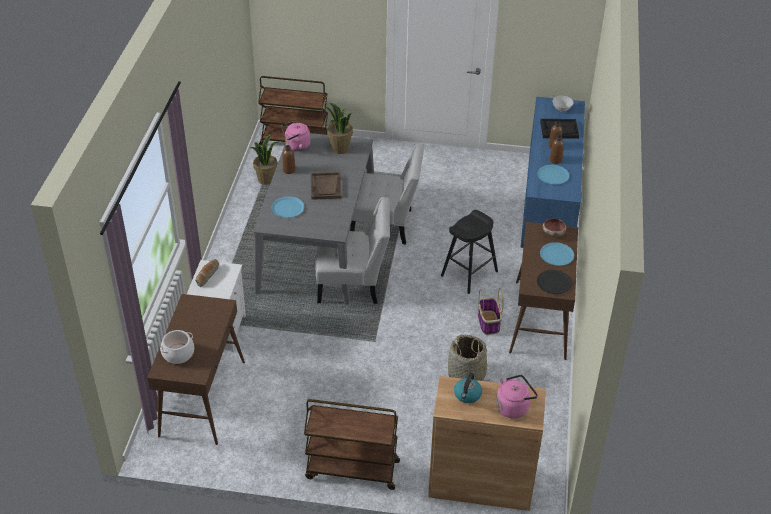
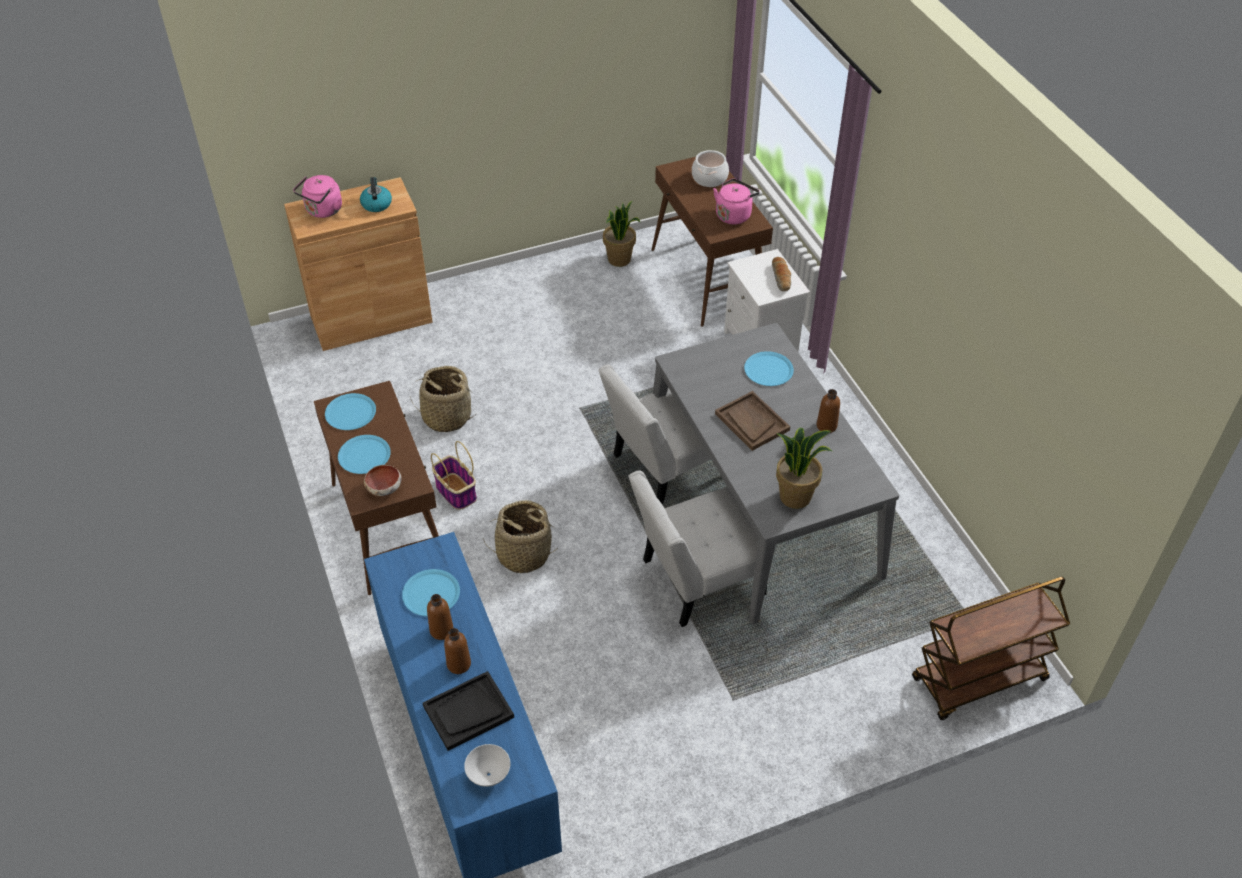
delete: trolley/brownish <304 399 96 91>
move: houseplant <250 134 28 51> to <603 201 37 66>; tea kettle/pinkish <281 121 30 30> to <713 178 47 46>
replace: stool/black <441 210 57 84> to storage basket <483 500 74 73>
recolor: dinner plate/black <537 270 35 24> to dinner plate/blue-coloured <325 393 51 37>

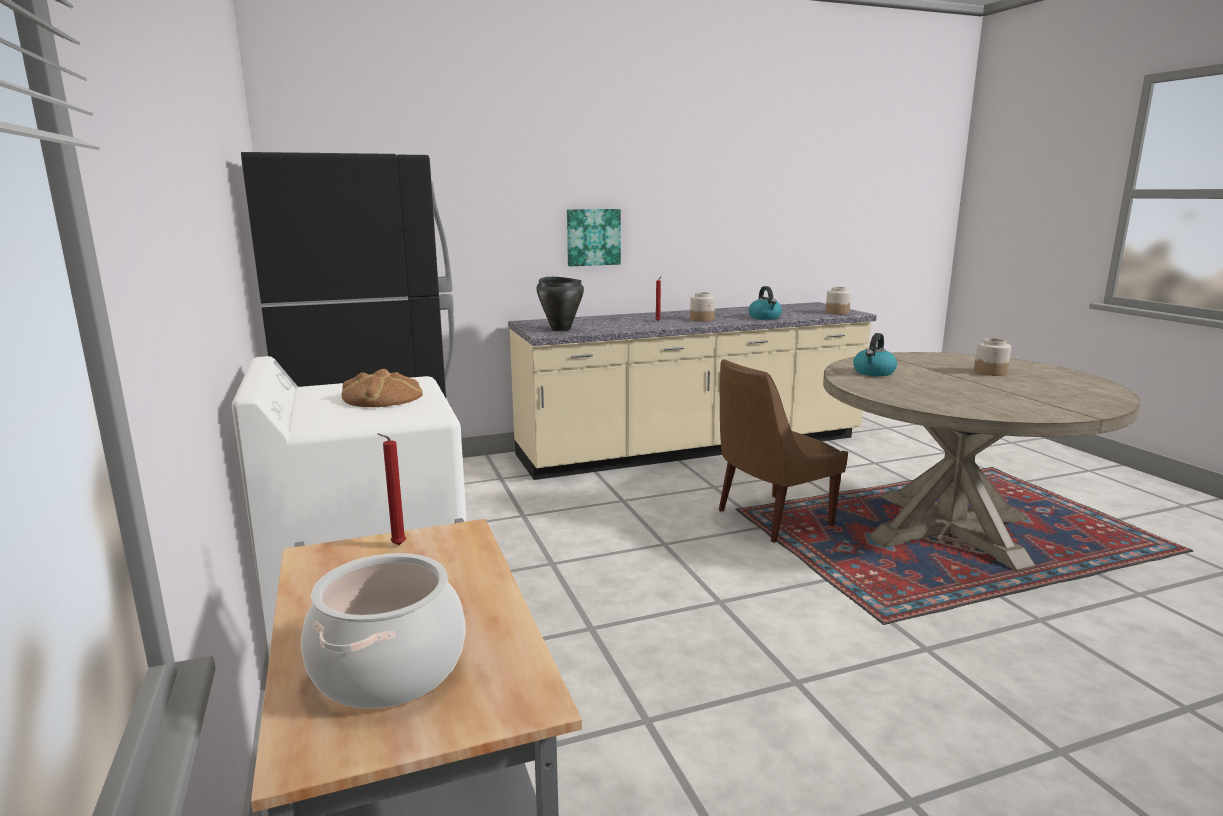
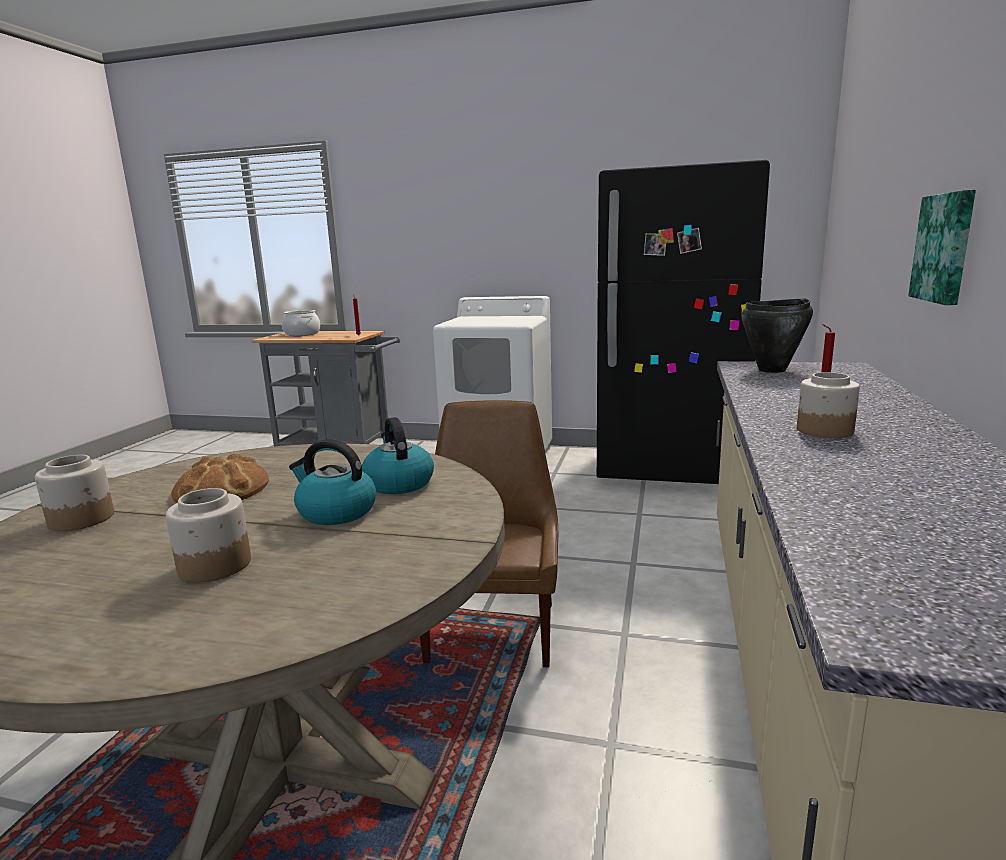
move: bakery bread <341 369 82 38> to <171 453 98 50>; tea kettle <749 286 33 34> to <289 439 87 86>; storage jar <826 287 25 28> to <35 455 79 76>

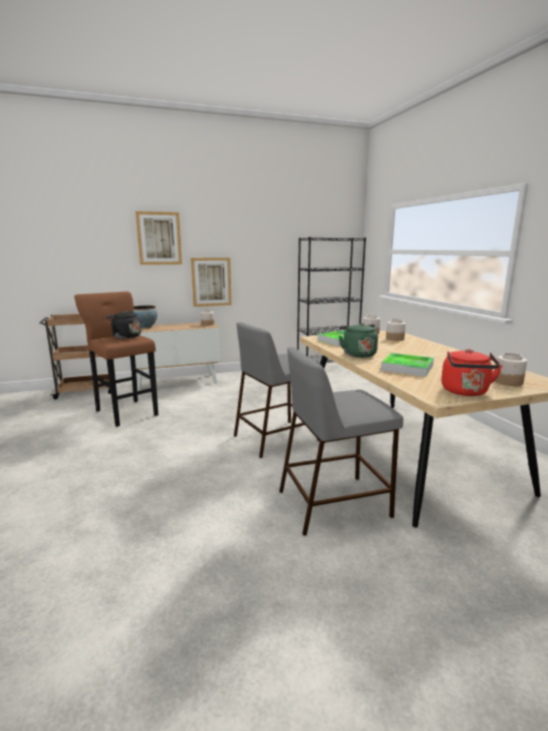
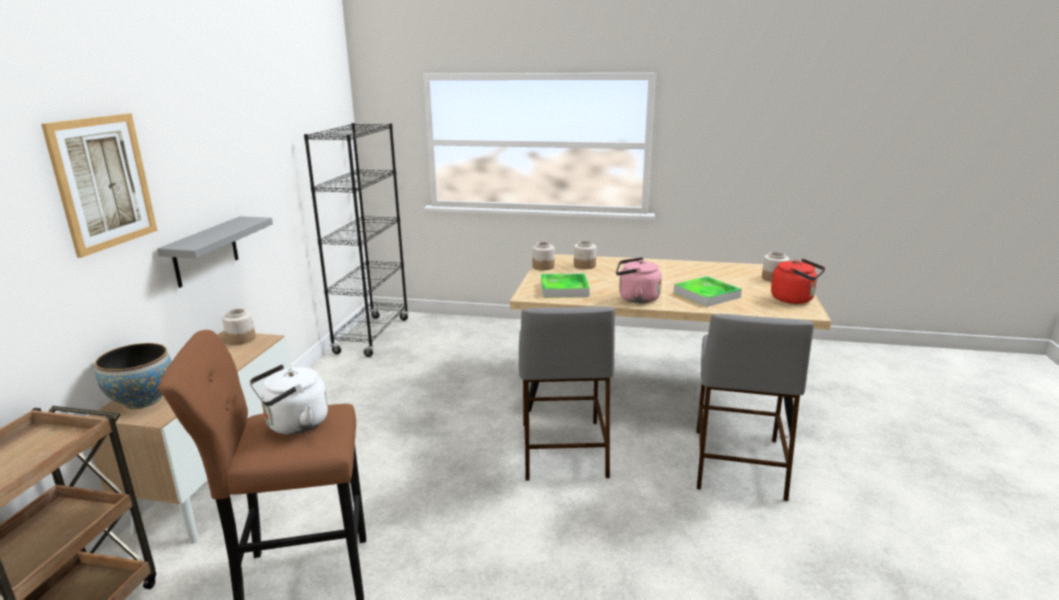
replace: picture <191 258 41 49> to shelf/gray <157 216 116 72>
recolor: tea kettle/black <105 311 36 28> to tea kettle/white-coloured <249 365 79 69>; tea kettle/green <339 323 39 35> to tea kettle/pinkish <616 257 46 46>

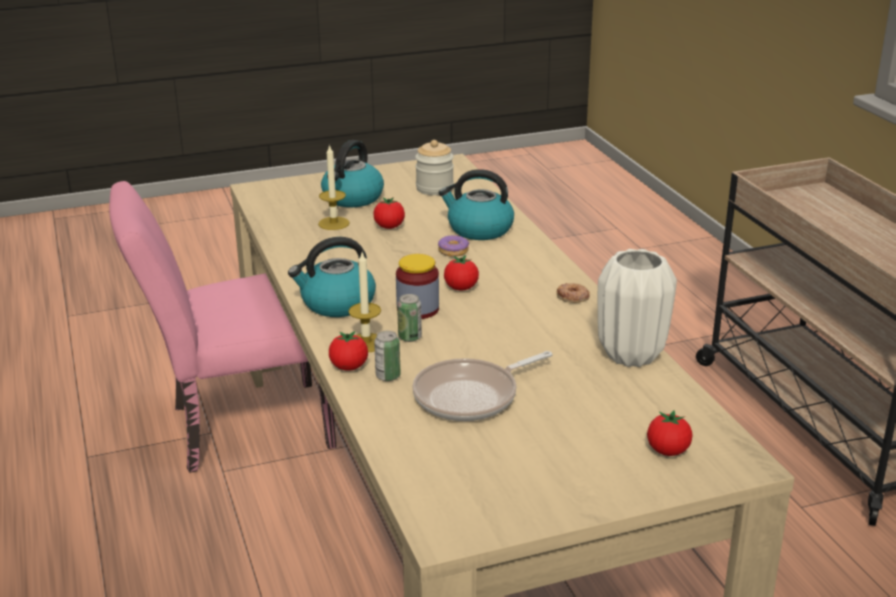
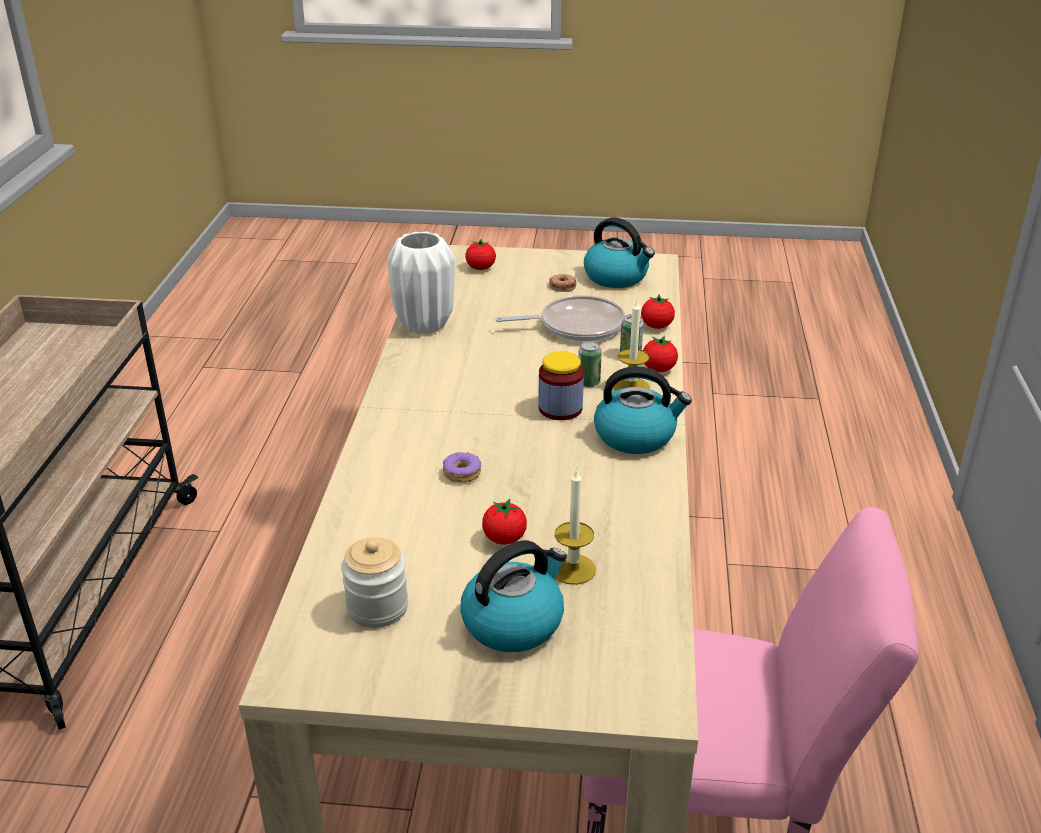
move: tea kettle <438 169 76 71> to <584 218 71 70>; whole tomato <444 255 35 36> to <641 295 34 34>; doughnut <556 283 34 20> to <549 274 28 18>

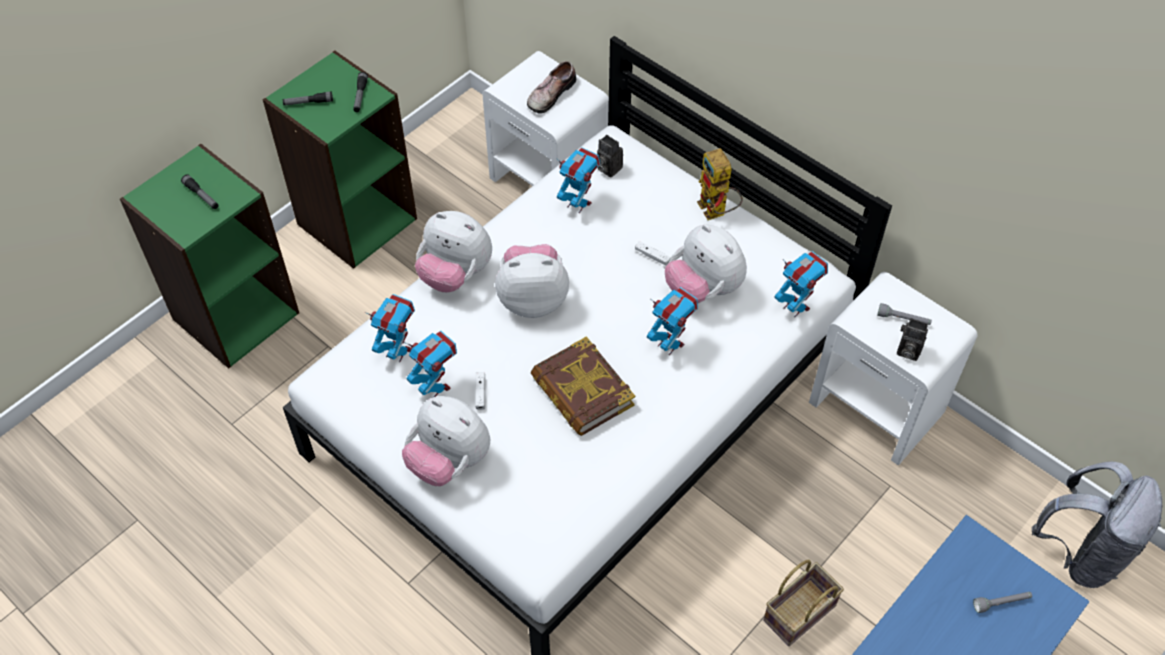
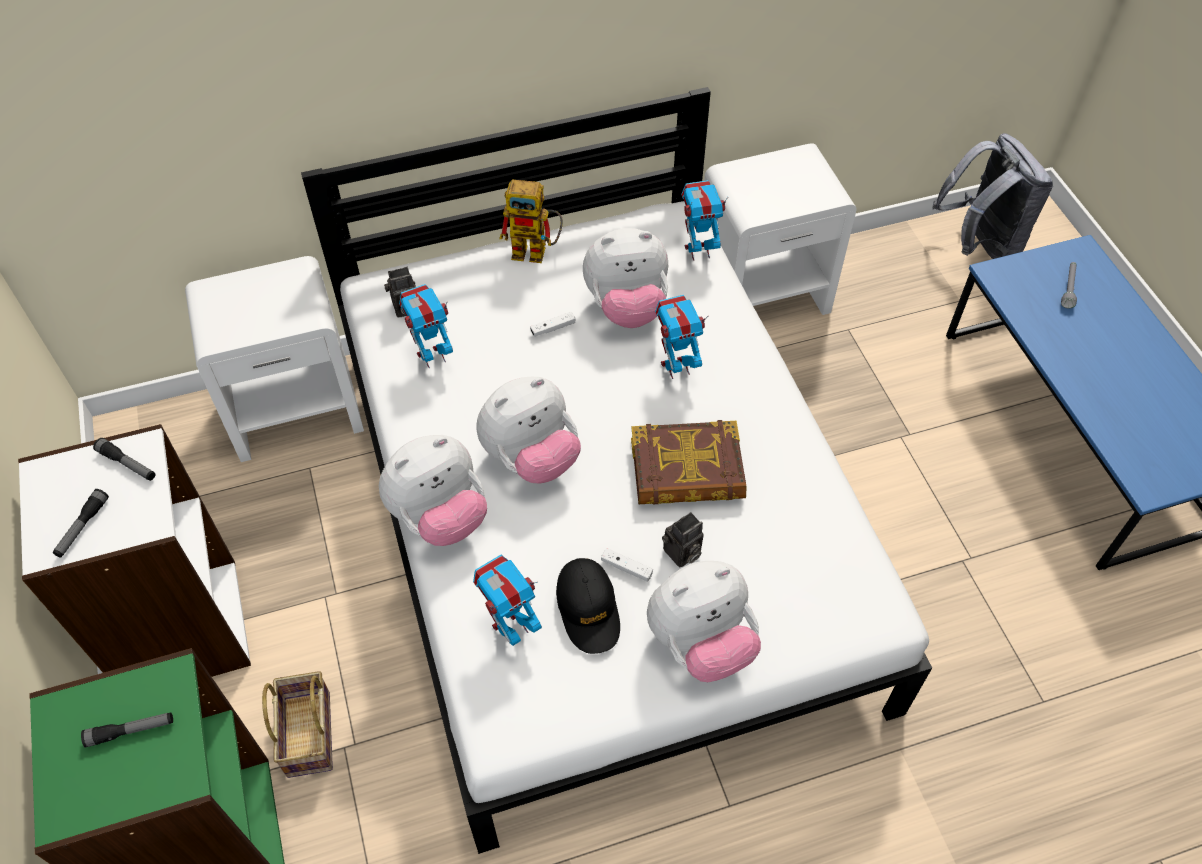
delete: shoe <527 61 49 53>; hand torch/gray <877 303 55 22>
move: storage basket <763 560 81 86> to <262 671 71 107>; photo camera <897 318 31 43> to <662 512 42 55>
replace: toy robot <404 331 53 66> to peaked cap/black <556 558 64 96>
recolor: bookshelf/green <263 51 154 218> to bookshelf/white-coloured <18 424 233 253>
rotate: plush toy <495 244 74 74> = <476 377 105 106> 150 degrees counterclockwise

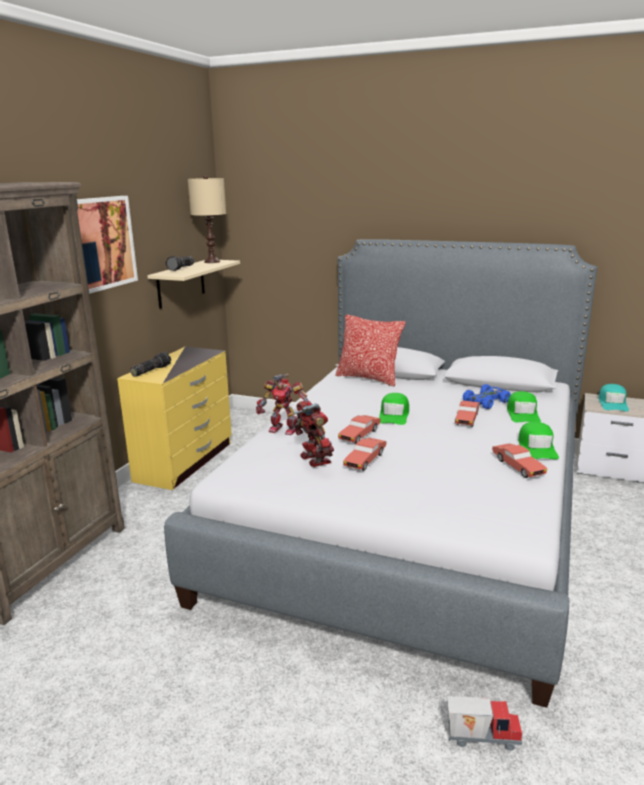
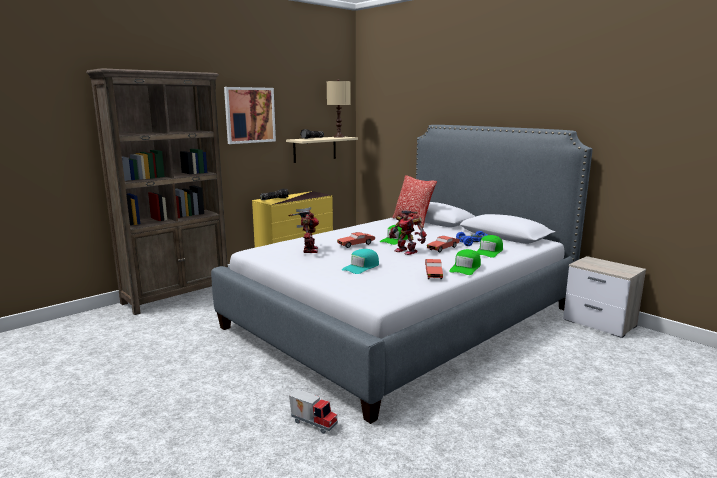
delete: toy car/red <343 438 44 33>
move: toy robot <256 374 56 61> to <389 210 38 45>; peaked cap/turquoise-coloured <598 384 31 27> to <342 249 37 25>

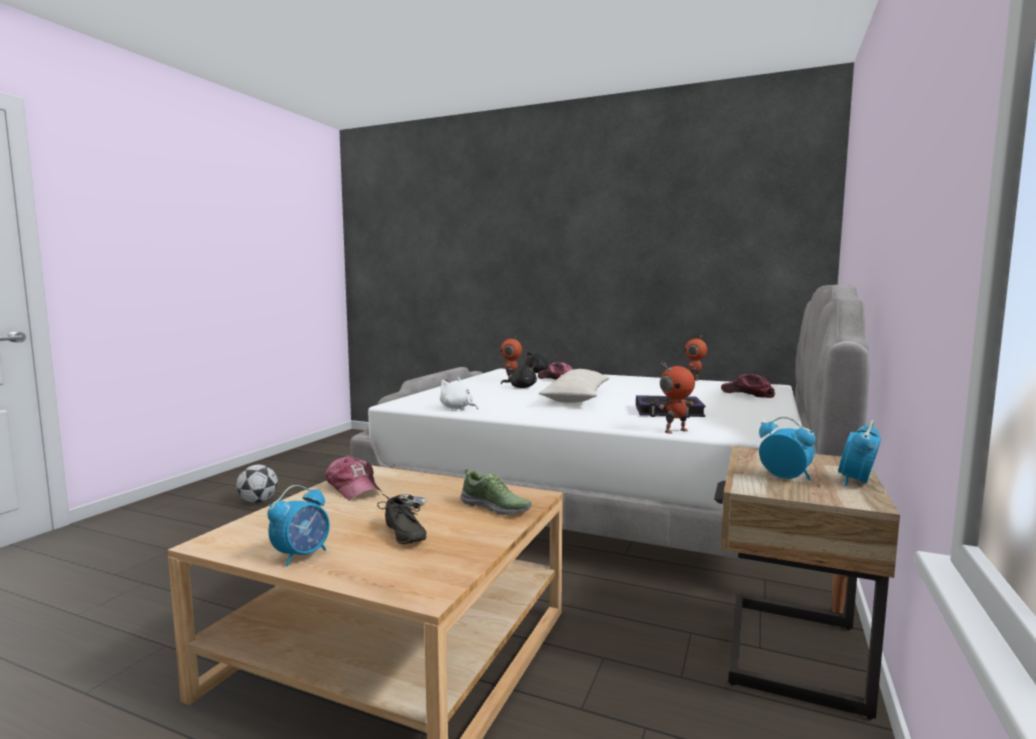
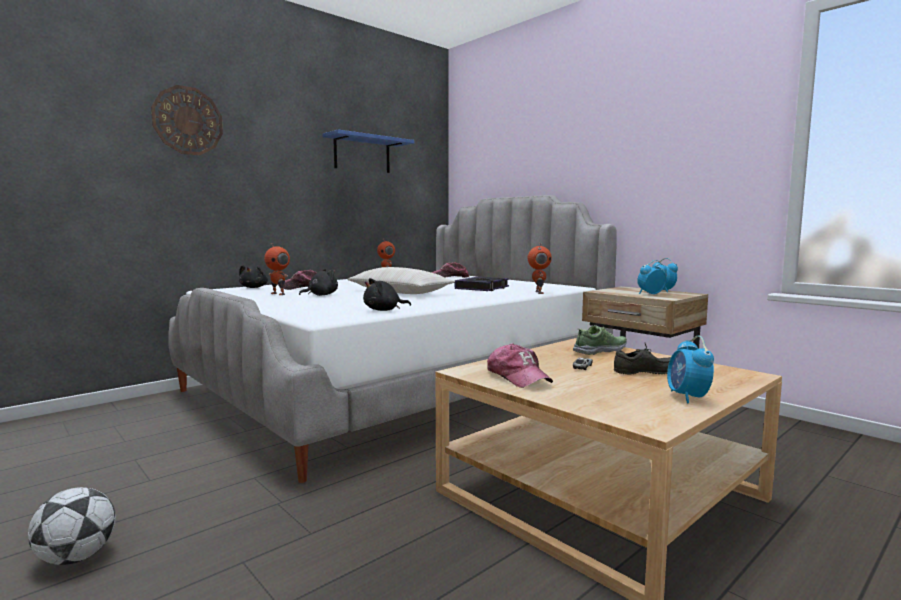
insert: hanging clock <151 85 72 70>; shelf/blue-coloured <322 129 92 44>
recolor: plush toy/white-coloured <440 377 38 33> to plush toy/black <363 278 48 33>
rotate: bedside clock <267 485 63 82> = <667 336 47 67> 150 degrees counterclockwise; peaked cap <325 455 57 45> = <487 343 66 45> 75 degrees clockwise

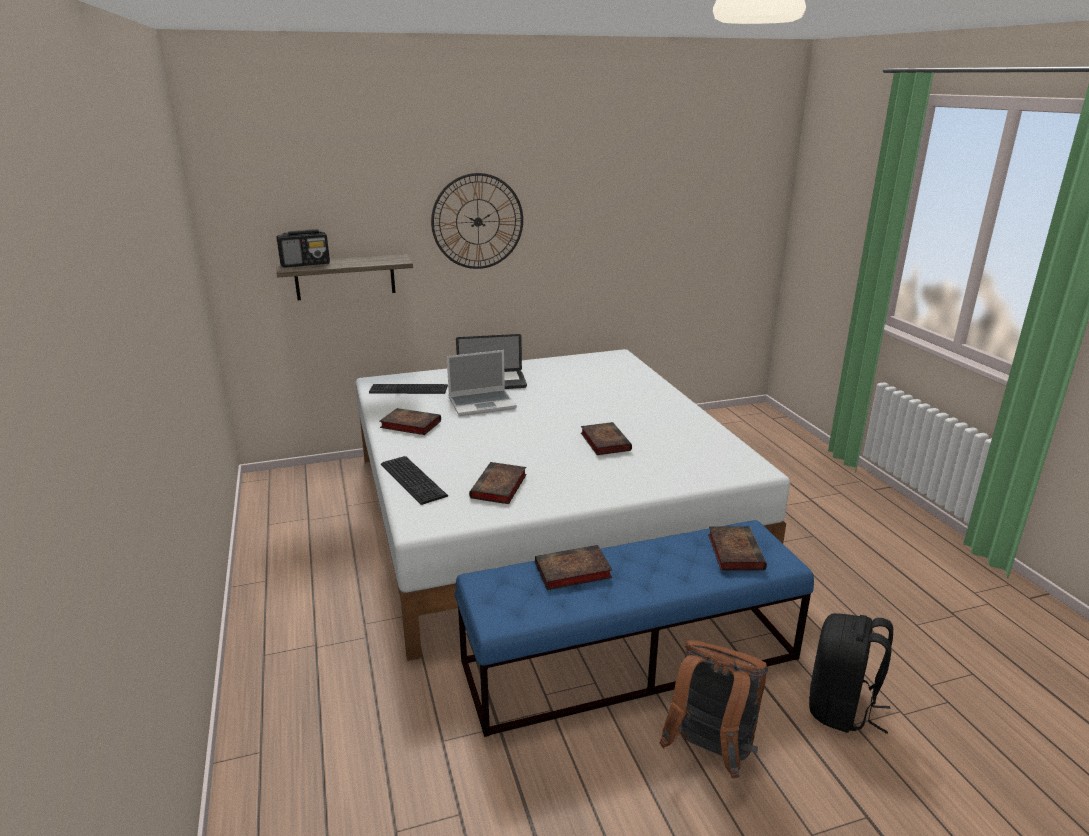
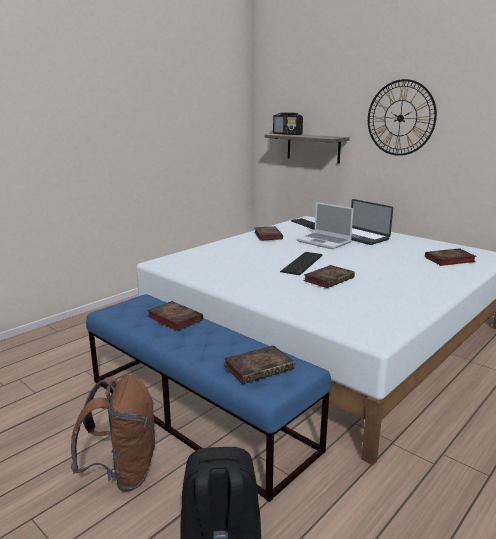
move: keyboard <381 456 67 49> to <280 252 43 23>; volume <469 462 58 42> to <425 248 52 18>

